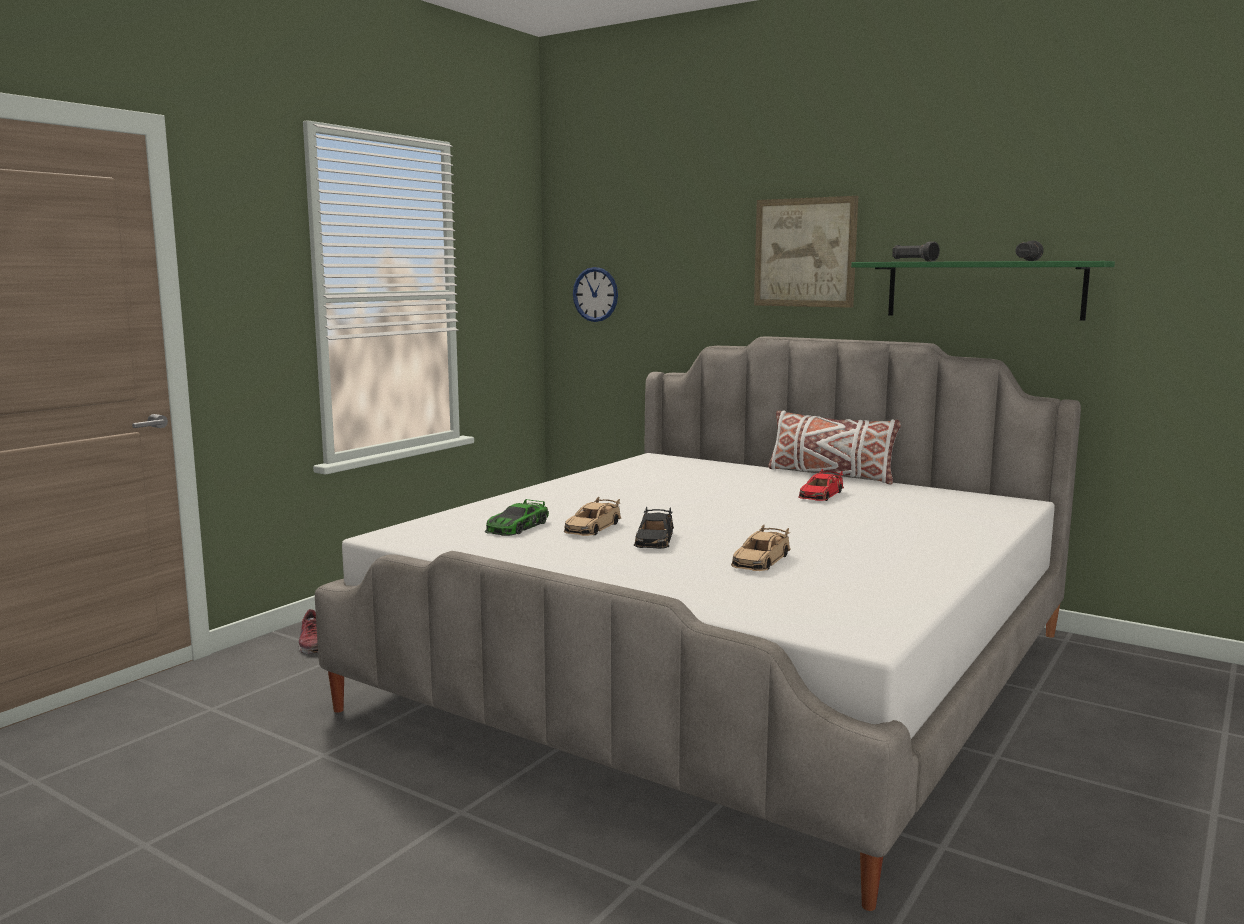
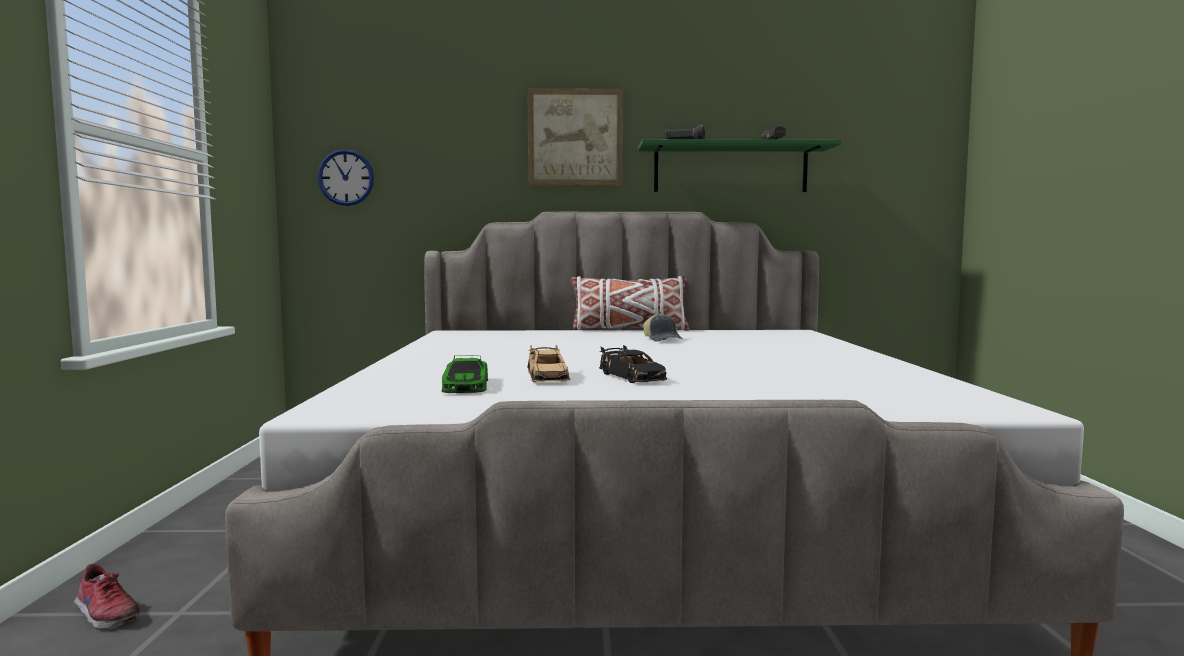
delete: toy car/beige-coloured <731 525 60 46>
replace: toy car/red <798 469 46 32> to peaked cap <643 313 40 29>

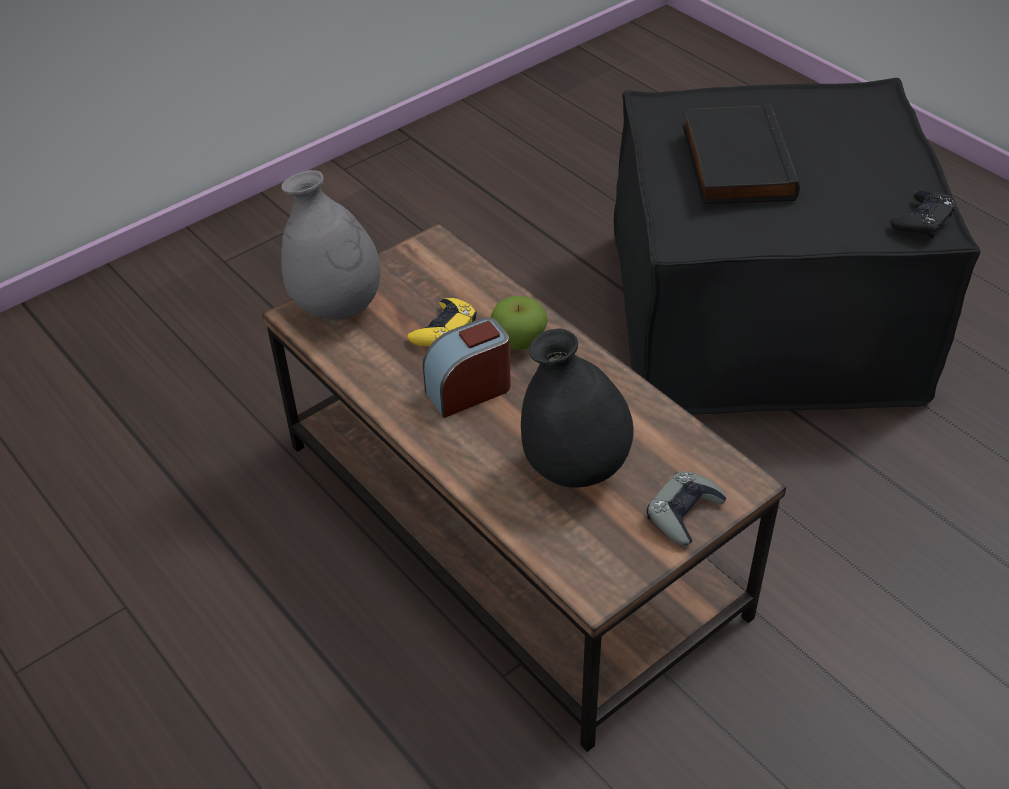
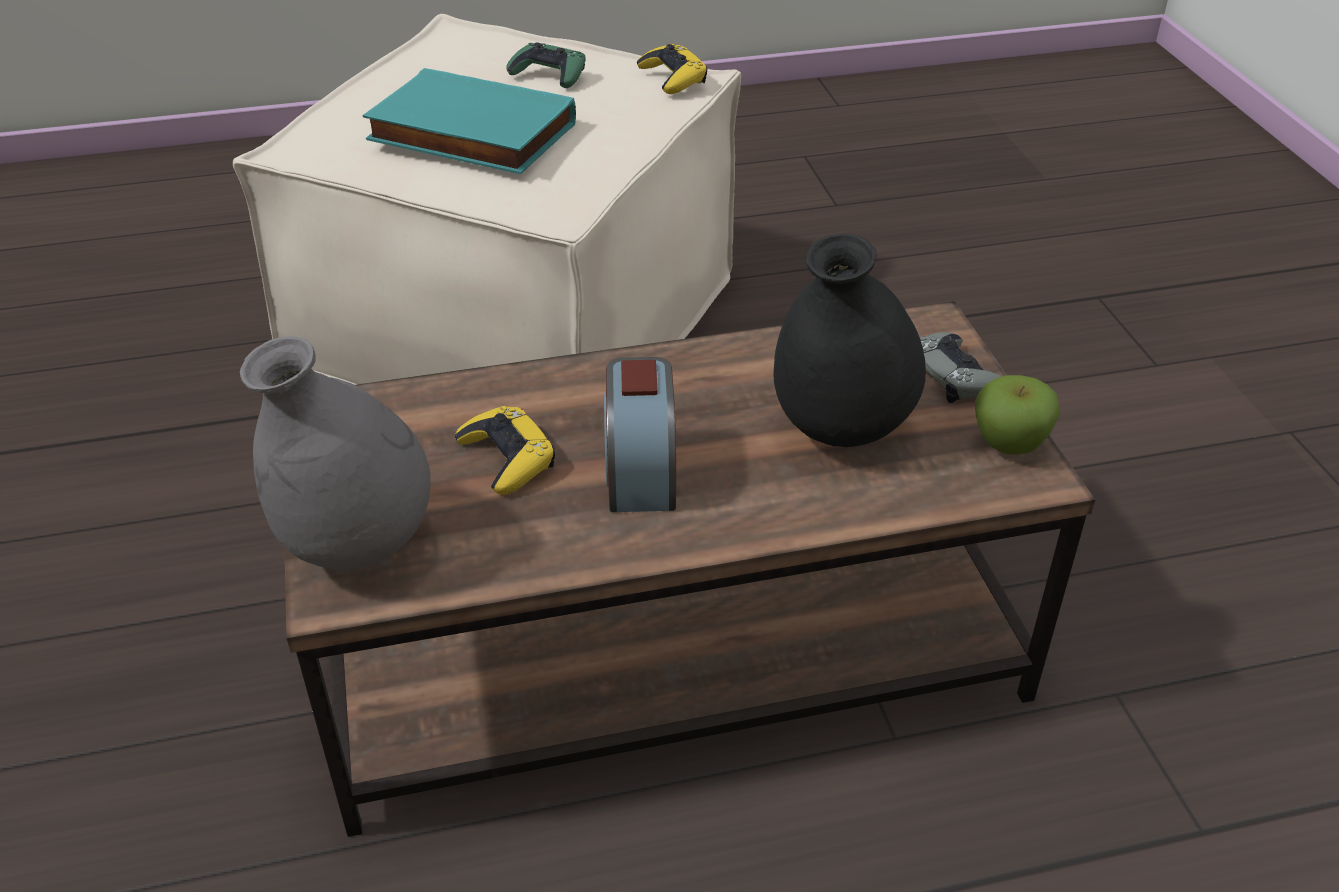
insert: joypad/green <506 42 80 46>
move: whole apple <491 296 57 54> to <975 375 85 80>
recolor: ottoman/black <614 78 367 336> to ottoman/beige-coloured <233 14 508 371>; volume/black <682 104 118 100> to volume/turquoise-coloured <362 68 214 106>; joypad/black <890 190 67 48> to joypad/yellow-coloured <637 44 70 50>

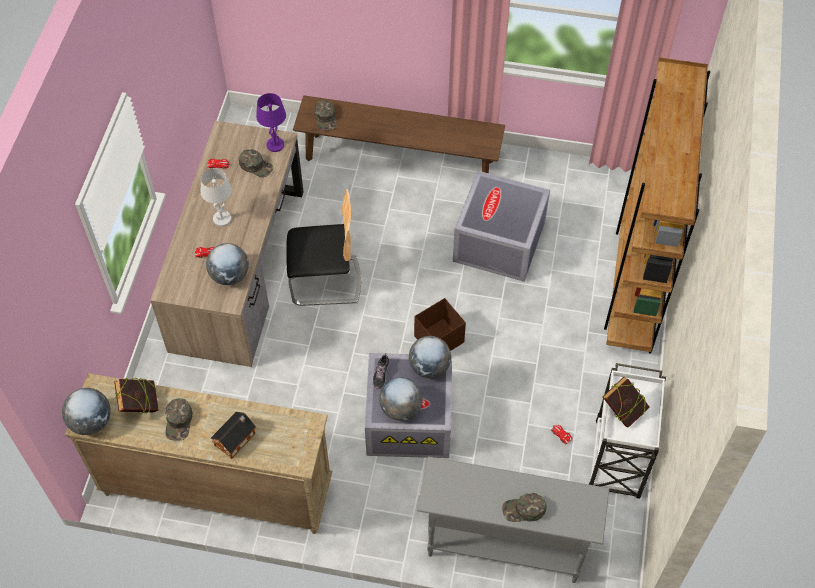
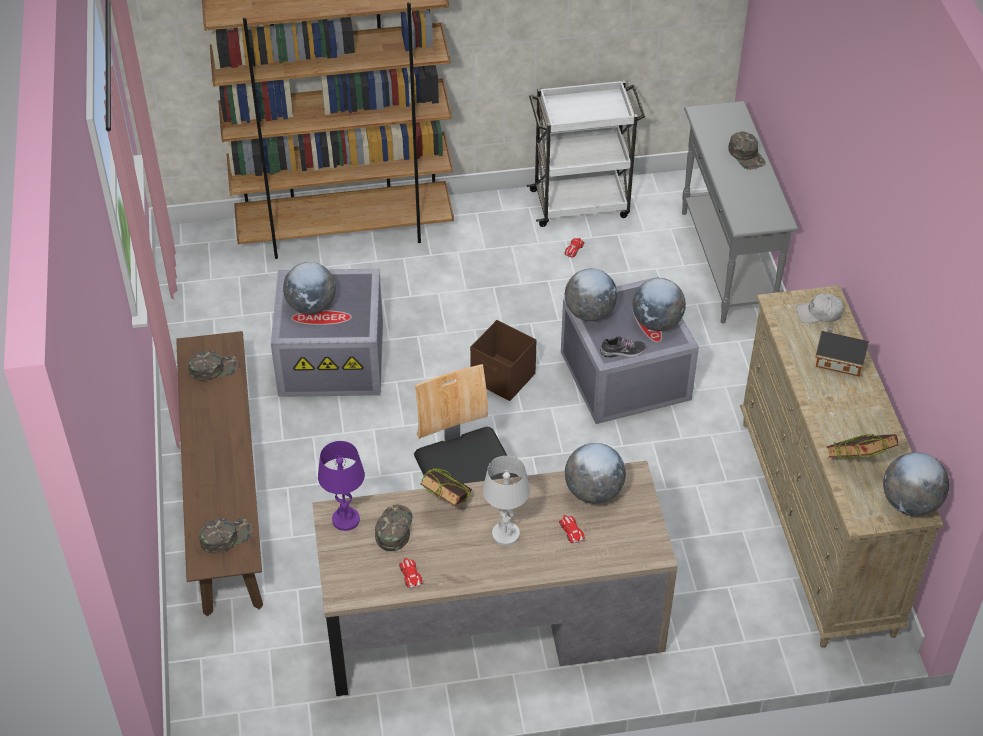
insert: world globe <283 262 53 52>; peaked cap/white-coloured <796 293 48 30>
move: peaked cap/green <165 398 28 43> to <188 350 51 31>; volume <603 377 47 51> to <420 468 52 38>

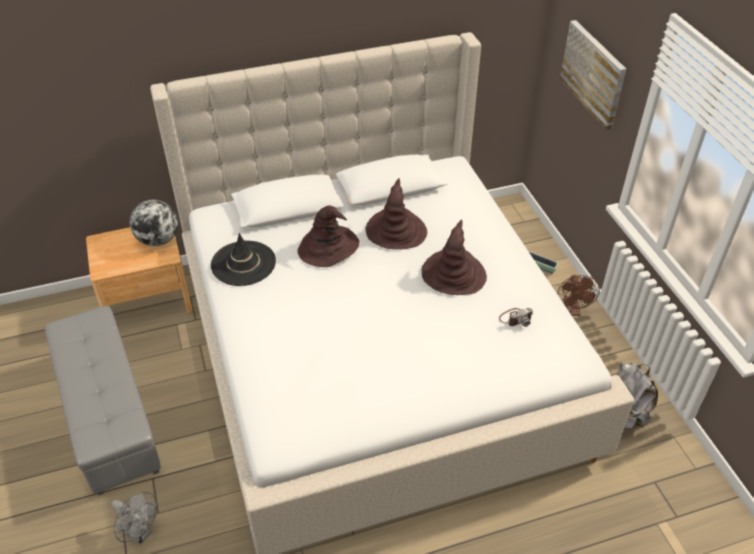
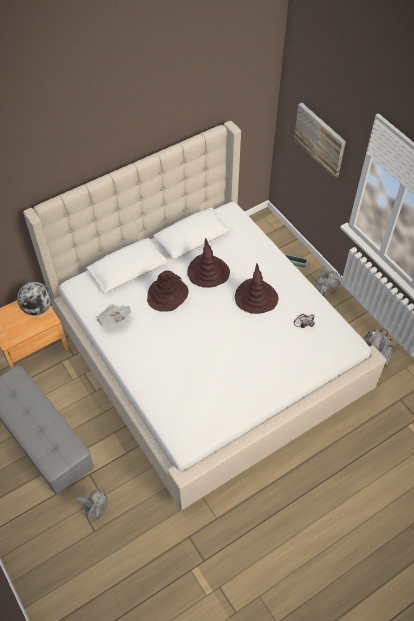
replace: wearable hat/black <211 233 65 53> to newspaper <96 304 35 23>
recolor: electric fan/brownish <558 275 42 41> to electric fan/gray <315 269 27 28>

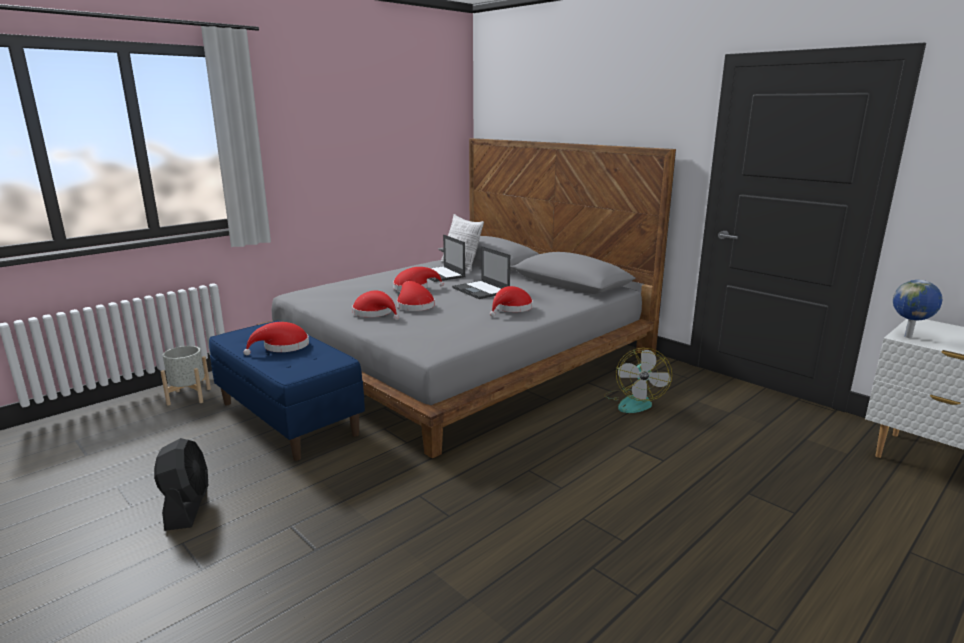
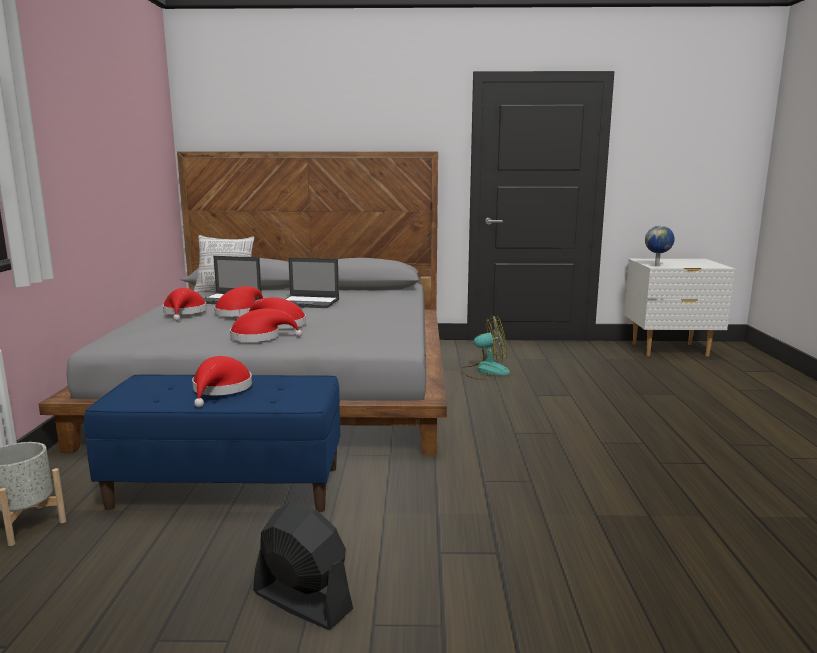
move: wearable hat/red <490 286 43 31> to <163 288 44 33>
rotate: electric fan <604 348 68 65> = <460 315 50 65> 60 degrees counterclockwise

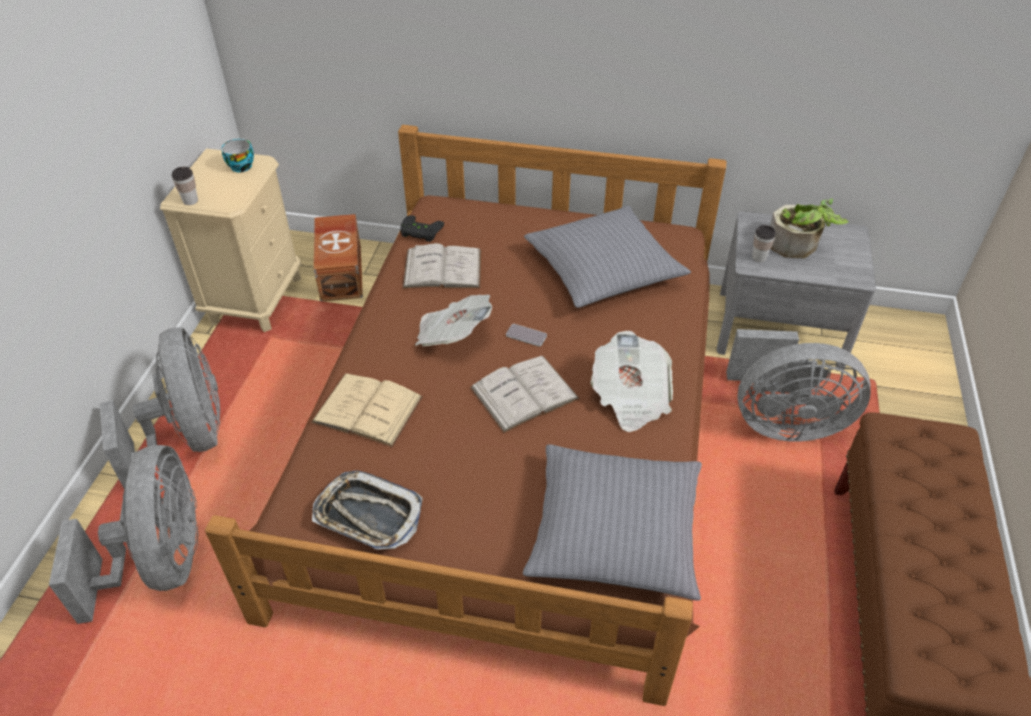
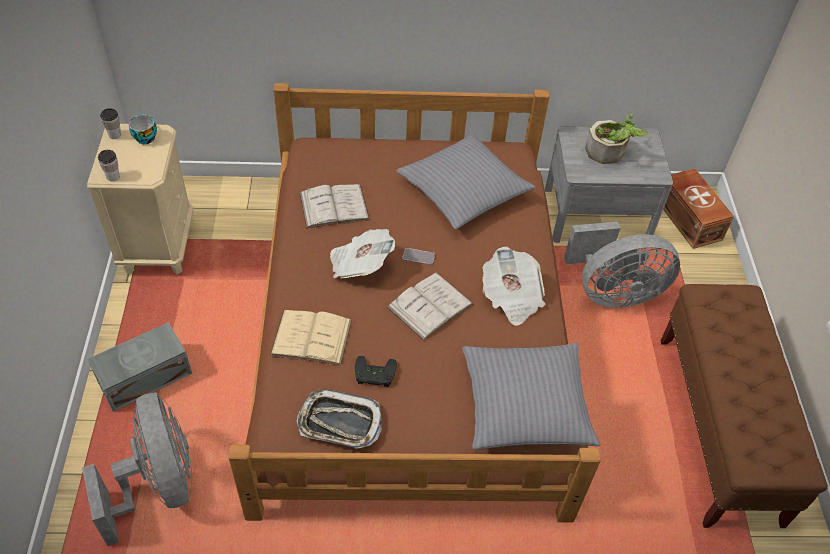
move: storage container/brownish <314 214 49 87> to <663 168 71 81>; joypad/black <400 215 44 27> to <355 356 42 31>; cup <752 225 24 37> to <100 108 21 31>
replace: electric fan/gray <99 328 121 160> to storage container/gray <88 322 104 90>

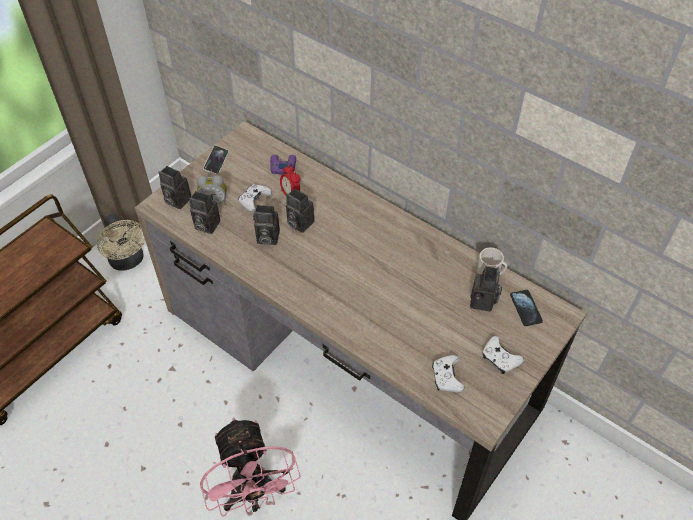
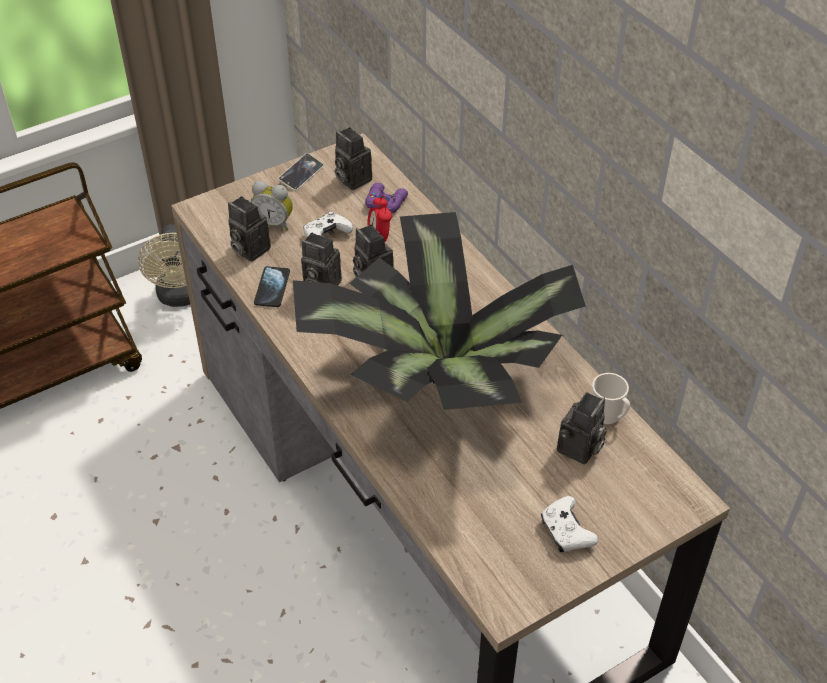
delete: electric fan/pinkish <200 417 101 100>; joypad/white-coloured <432 355 32 37>
insert: houseplant <293 212 293 198>
move: photo camera <159 166 32 43> to <335 127 37 63>; phone <510 290 33 36> to <254 266 36 41>

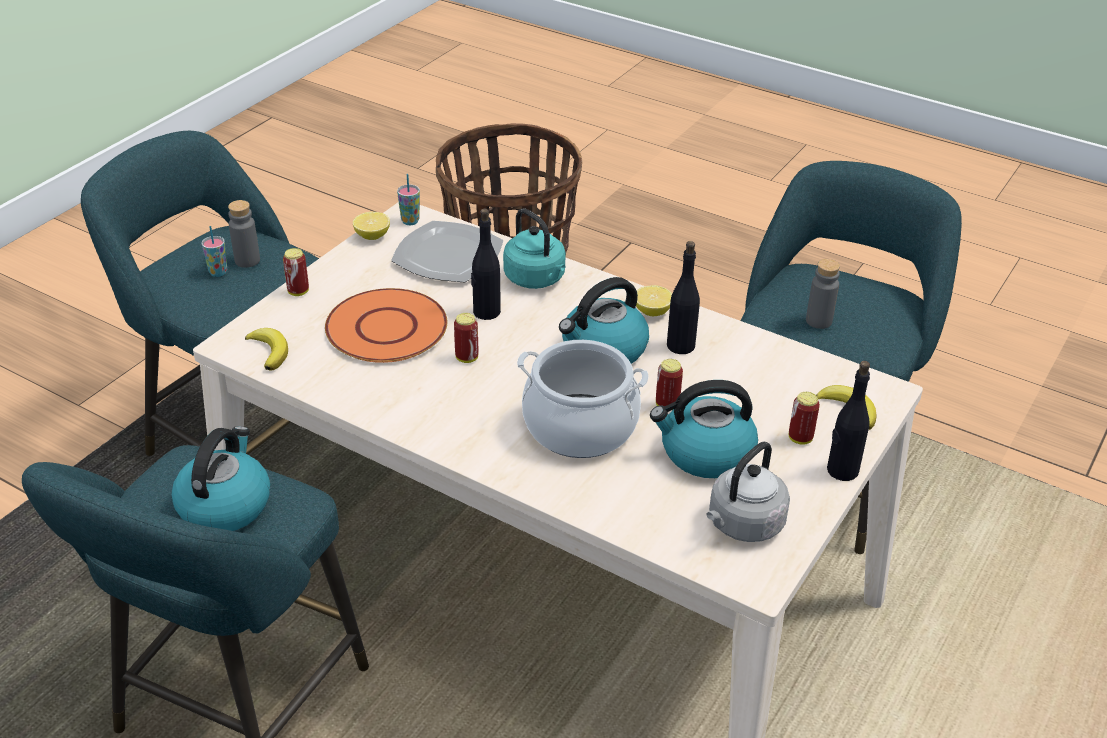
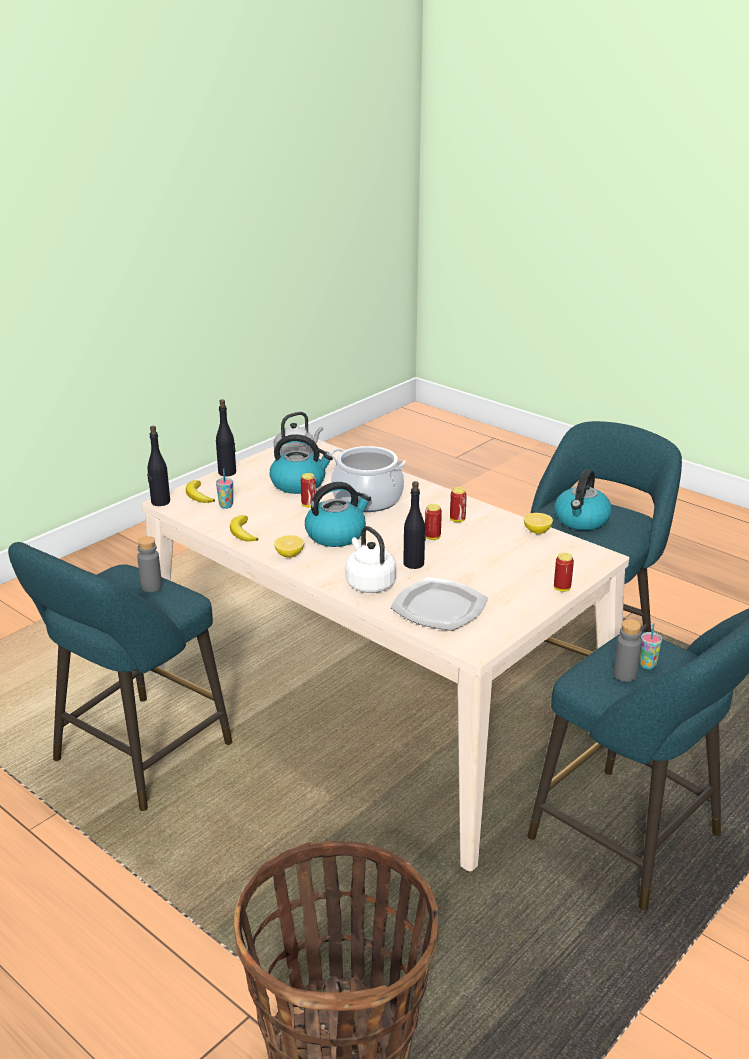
delete: dinner plate/orangey <325 288 122 75>
move: banana <245 328 43 42> to <230 515 28 26>; lemon <353 212 37 28> to <524 513 29 21>; cup <397 174 23 51> to <216 469 17 40>; bottle/black <667 241 33 113> to <147 426 23 80>; sealed can <789 392 31 53> to <450 487 17 35>
recolor: tea kettle/turquoise-coloured <503 208 63 81> to tea kettle/white-coloured <346 526 50 67>

